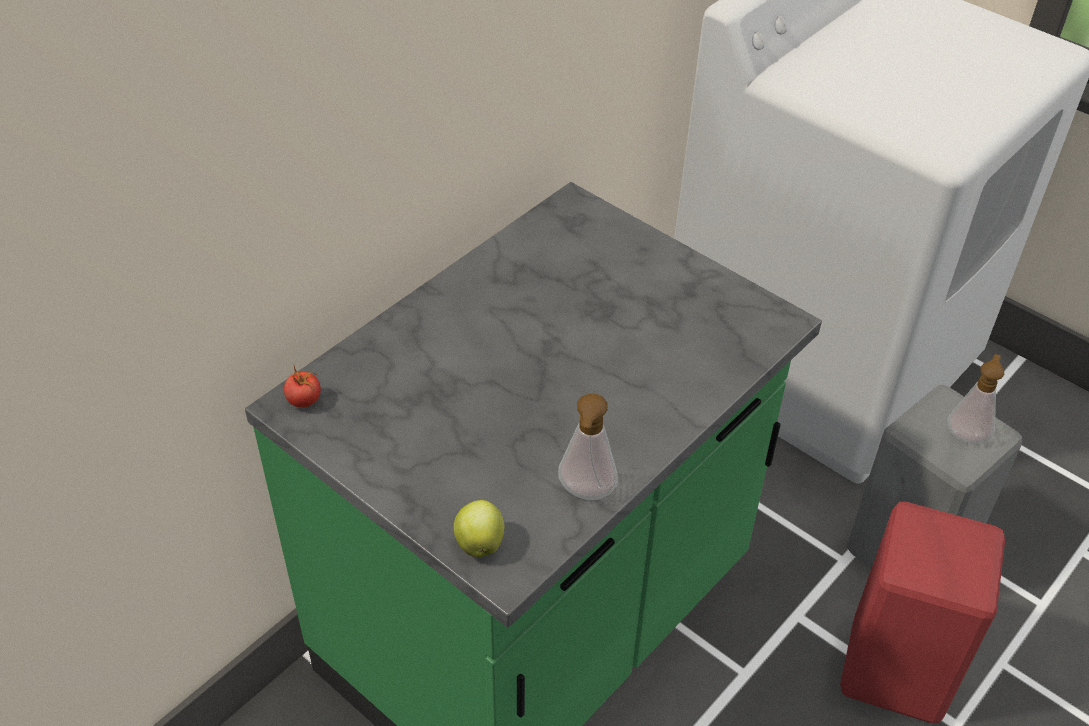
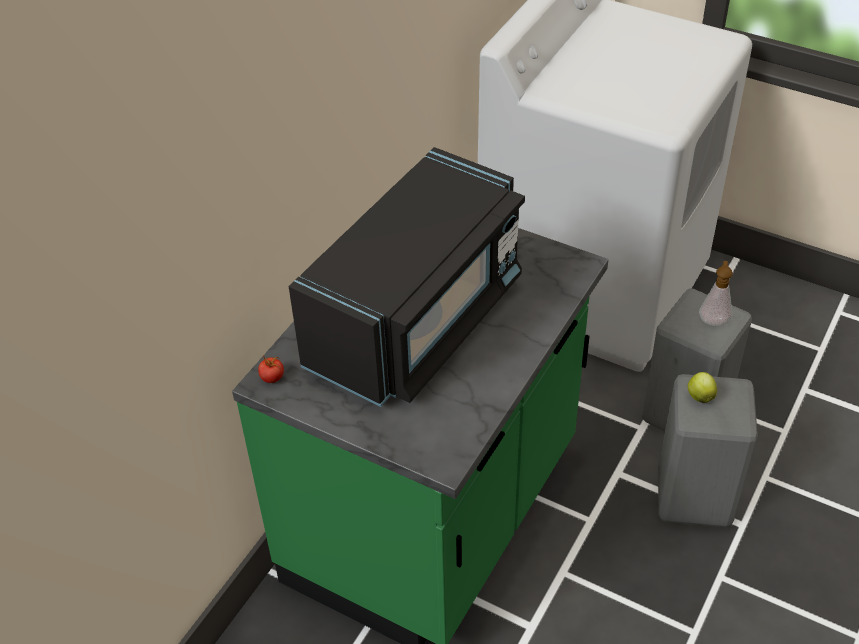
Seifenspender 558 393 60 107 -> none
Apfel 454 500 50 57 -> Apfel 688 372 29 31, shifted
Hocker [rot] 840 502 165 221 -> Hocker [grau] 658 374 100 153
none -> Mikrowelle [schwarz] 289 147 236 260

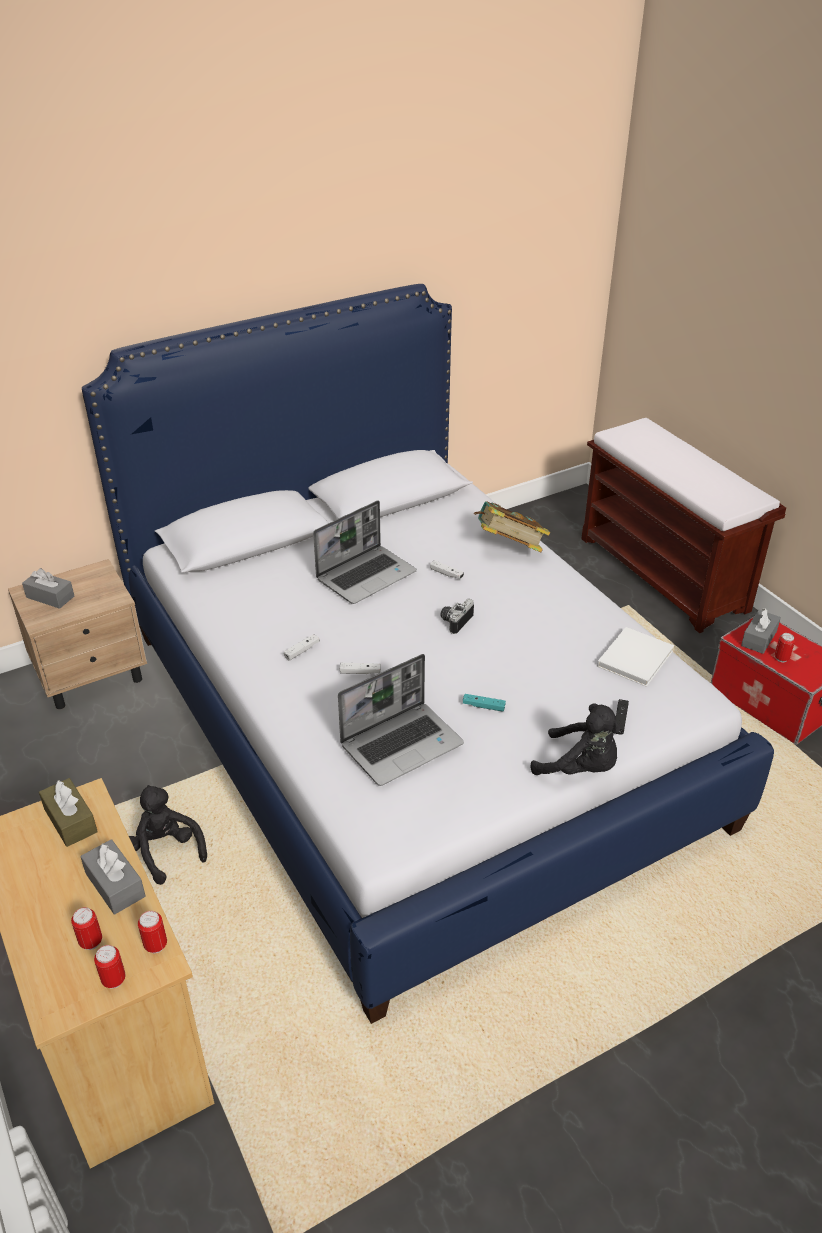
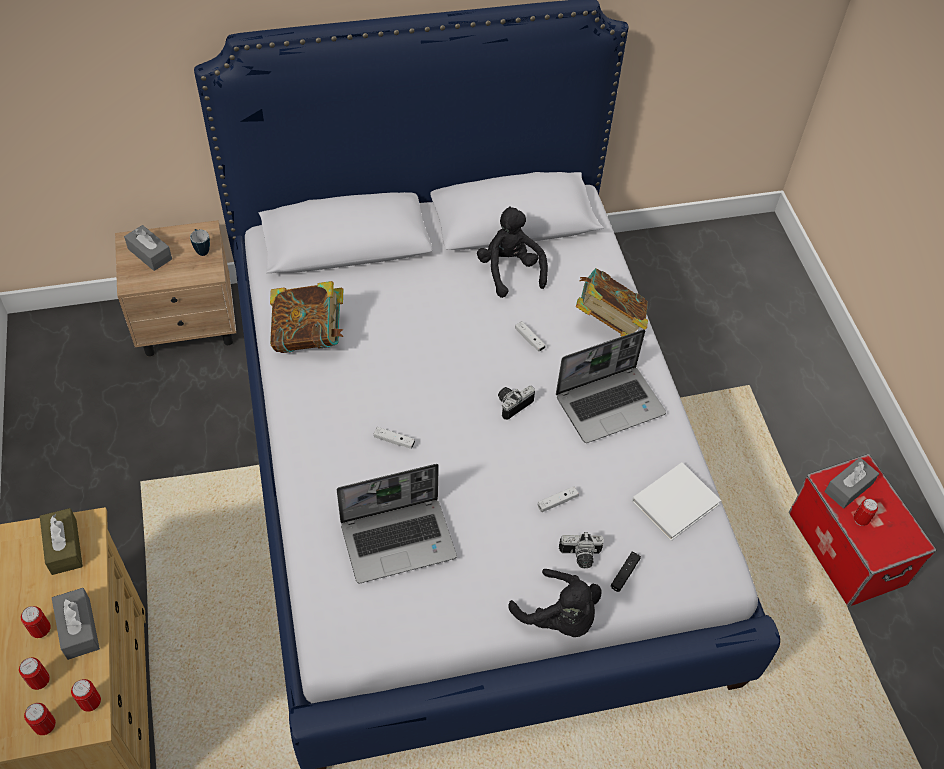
Bank [braun] 581 418 205 215 -> none
Laptop 313 500 104 104 -> Laptop 556 329 110 114, shifted
Gamepad [weiß] 284 634 36 27 -> Gamepad [weiß] 538 486 41 26, shifted
Gamepad [türkis] 463 694 43 18 -> none
Plüschtier [schwarz] 129 785 78 100 -> Plüschtier [schwarz] 477 206 71 92, shifted
none -> Henkelbecher 190 229 20 27
none -> Buch 270 281 74 72
none -> Kamera 559 532 45 36
none -> Dose 21 606 30 32

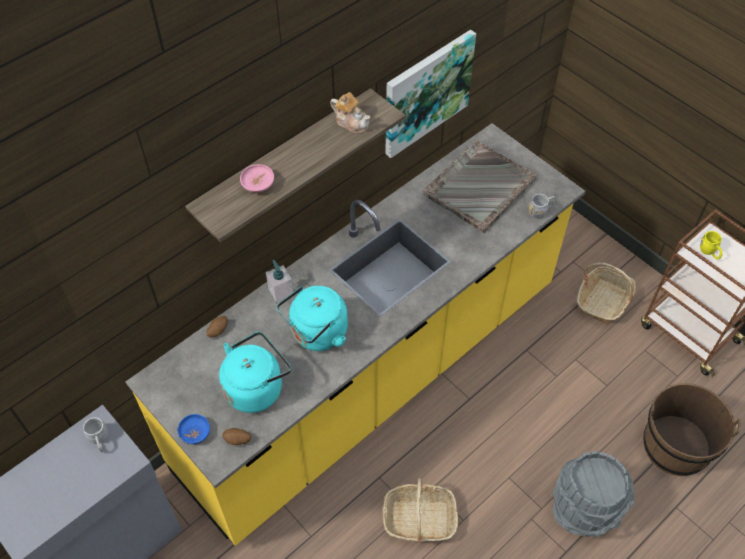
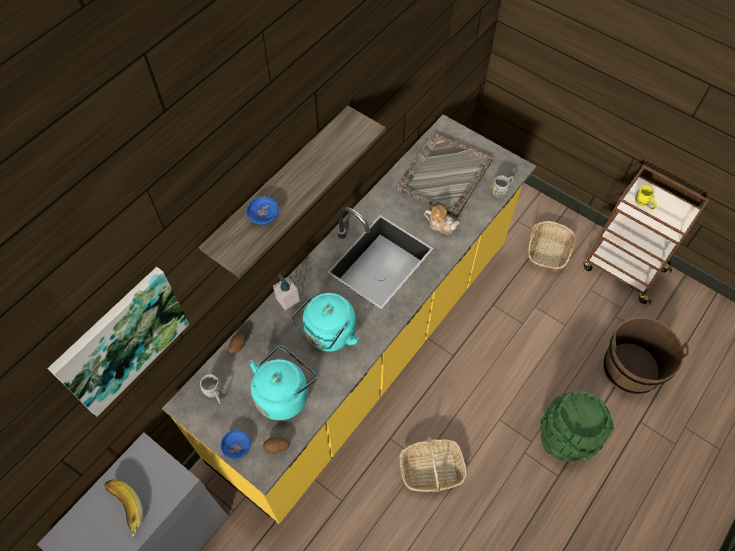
Bild 385 30 91 128 -> Bild 47 267 142 150, shifted
Teekanne 330 92 41 42 -> Teekanne 424 205 36 29, shifted
Schüssel [rosa] 240 164 34 29 -> Schüssel [blau] 246 196 33 29
Henkelbecher [grau] 83 417 25 35 -> Henkelbecher [grau] 200 374 21 30, shifted
Eimer [grau] 552 451 83 86 -> Eimer [grün] 540 391 74 71
none -> Banane 104 479 39 58

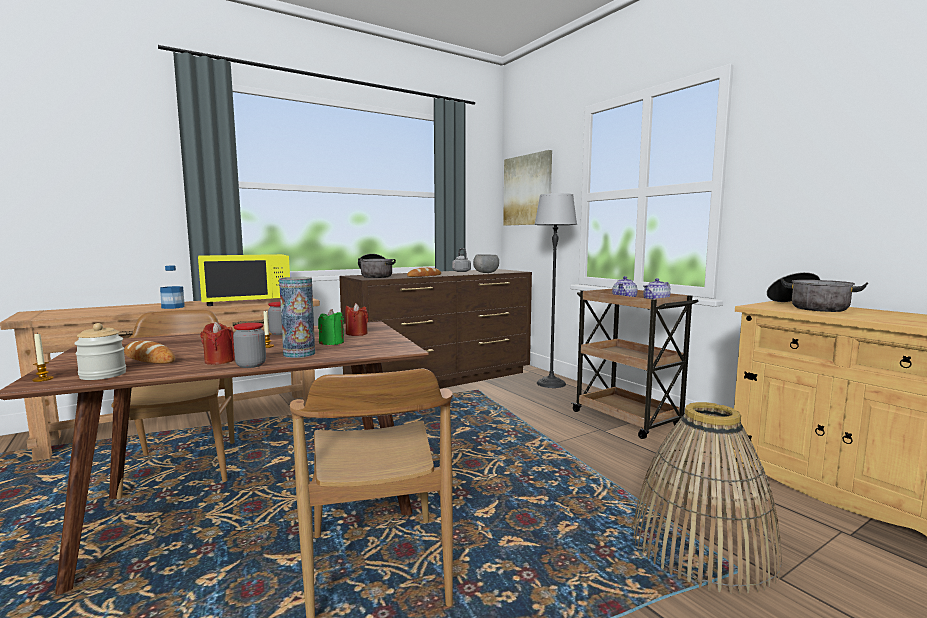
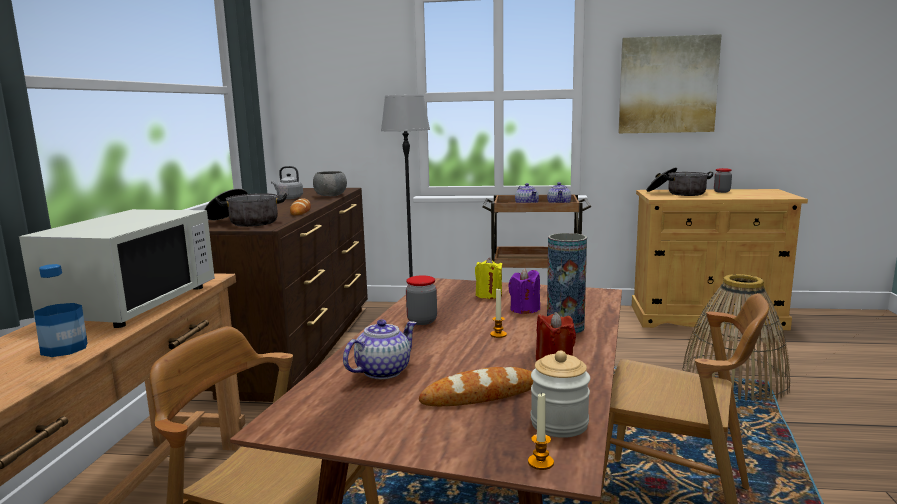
Bild 503 150 49 76 -> Bild 619 34 103 99, shifted
Mikrowelle [gelb] 198 254 92 52 -> Mikrowelle [weiß] 19 209 196 119
Kerze [rot] 345 303 23 33 -> Kerze [gelb] 475 258 28 41
Kerze [grün] 318 309 26 36 -> Kerze [lila] 508 268 32 46
Vorratsglas 233 323 33 45 -> Vorratsglas 714 168 18 25, shifted
none -> Teekanne 343 319 74 60

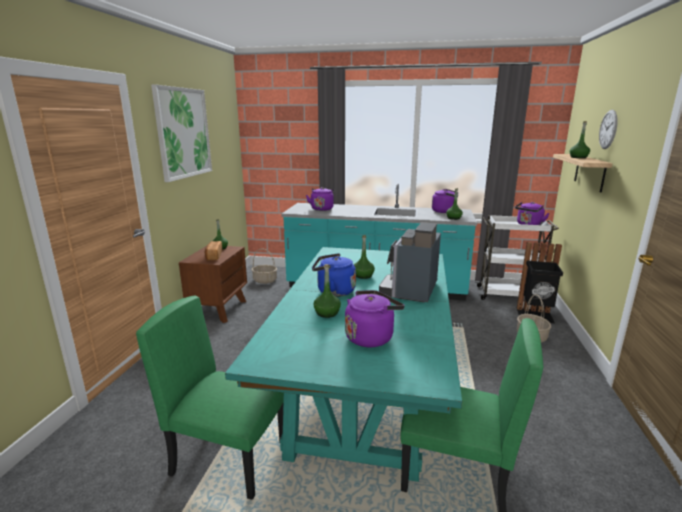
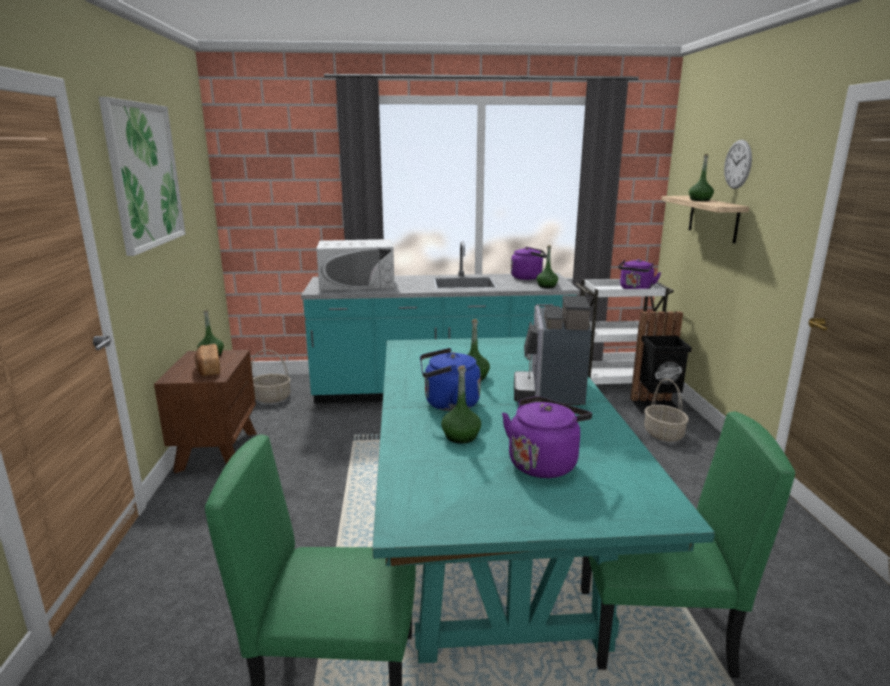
Wasserkessel [lila] 306 187 28 24 -> Mikrowelle [weiß] 316 239 79 52

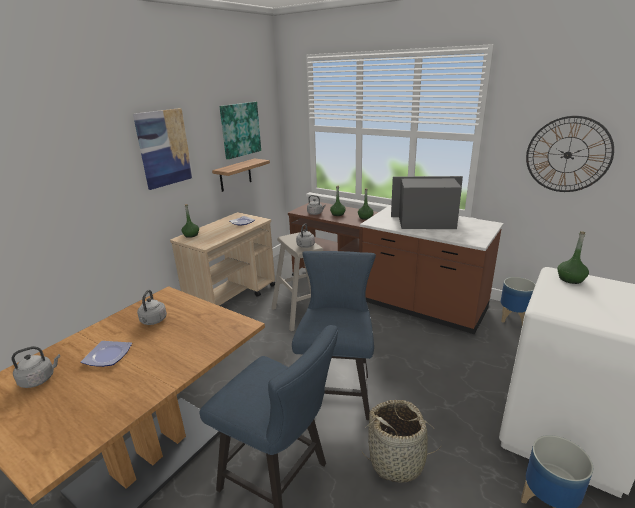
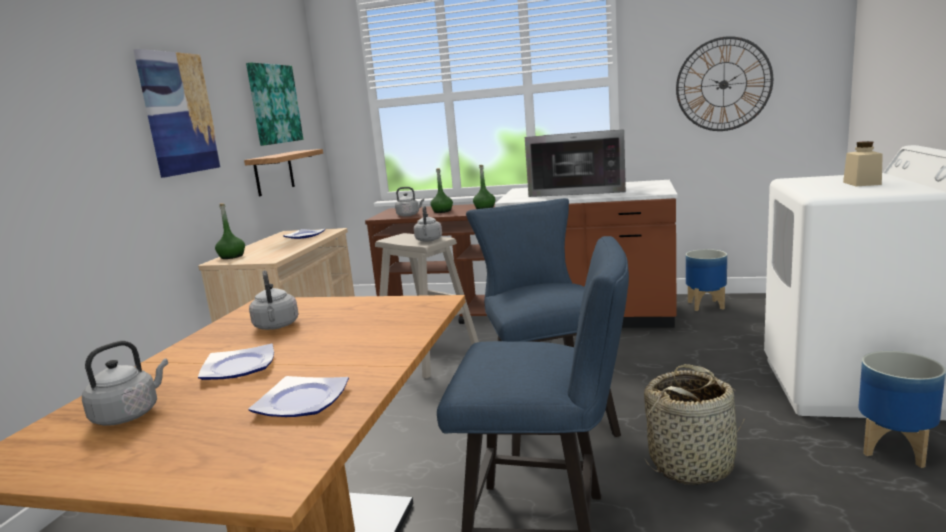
Mikrowelle 391 176 72 53 -> Mikrowelle 525 129 101 68, 150 degrees counterclockwise
Flasche [grün] 557 231 32 53 -> none
none -> Vorratsglas [beige] 843 141 40 45
none -> Teller 248 376 101 41

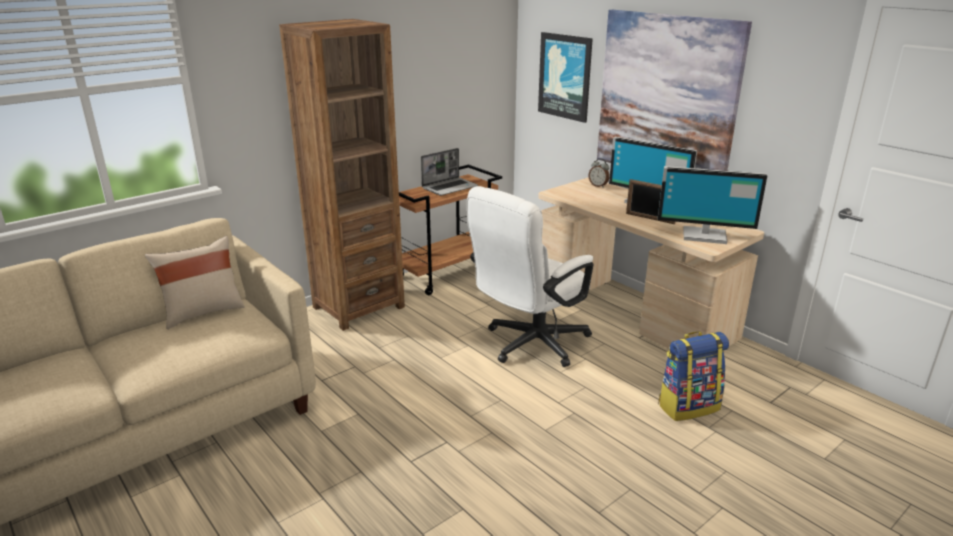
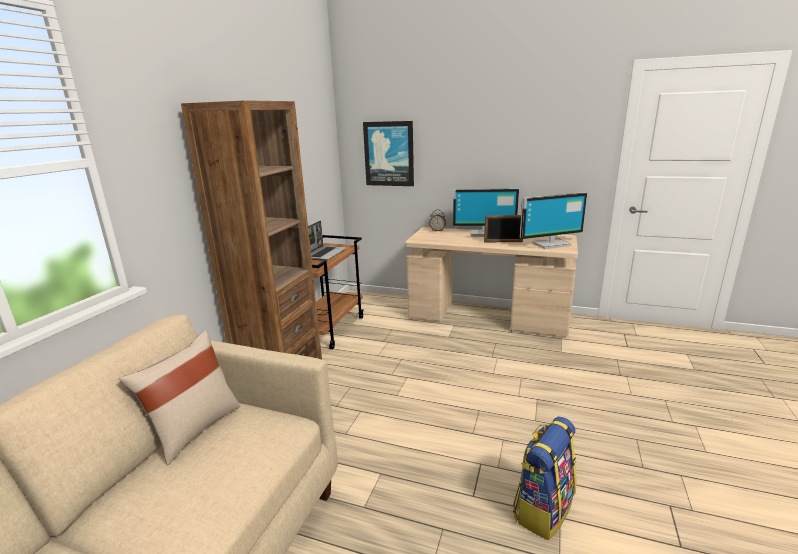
Bild 597 10 155 161 -> none
Bürostuhl [weiß] 467 186 126 181 -> none
Rucksack 658 331 71 90 -> Rucksack 513 417 64 123, shifted

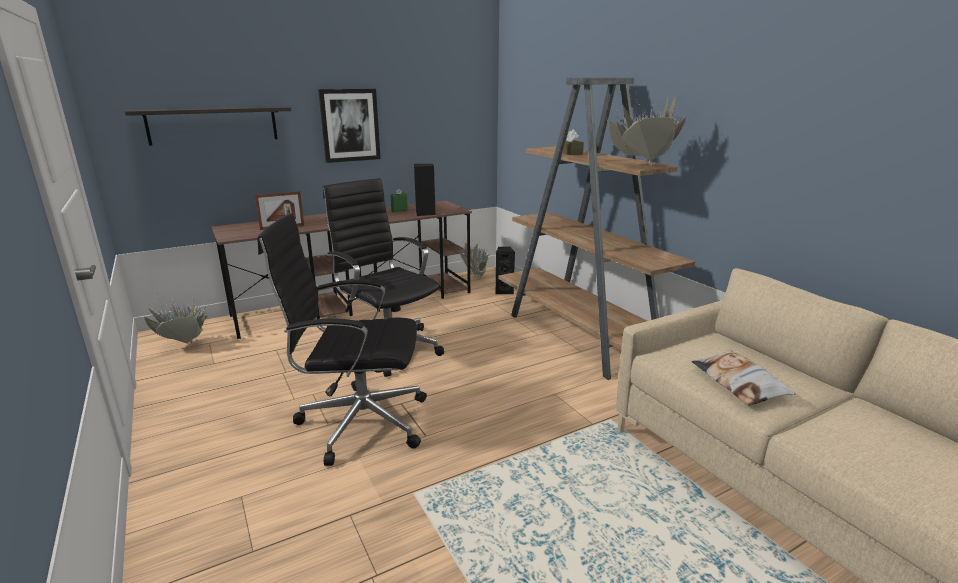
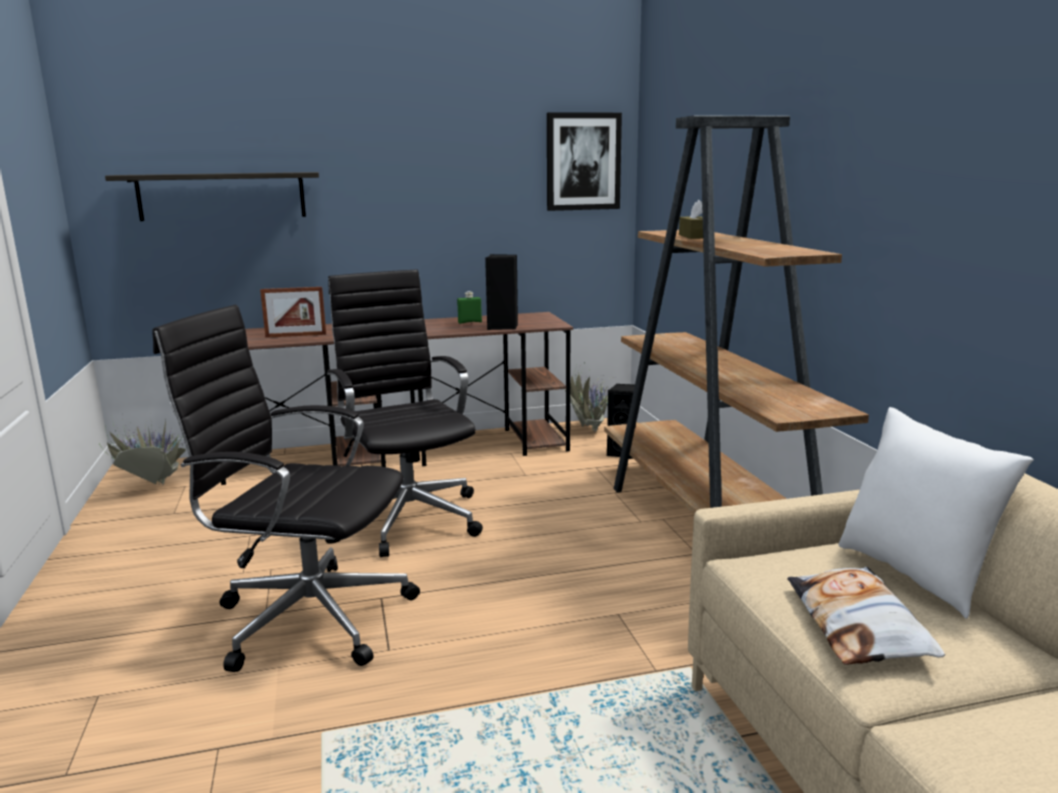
Bild 318 89 63 74 -> Bild 547 112 75 99, shifted
Topfpflanze 606 93 83 73 -> none
none -> Kissen [weiß] 838 407 196 212

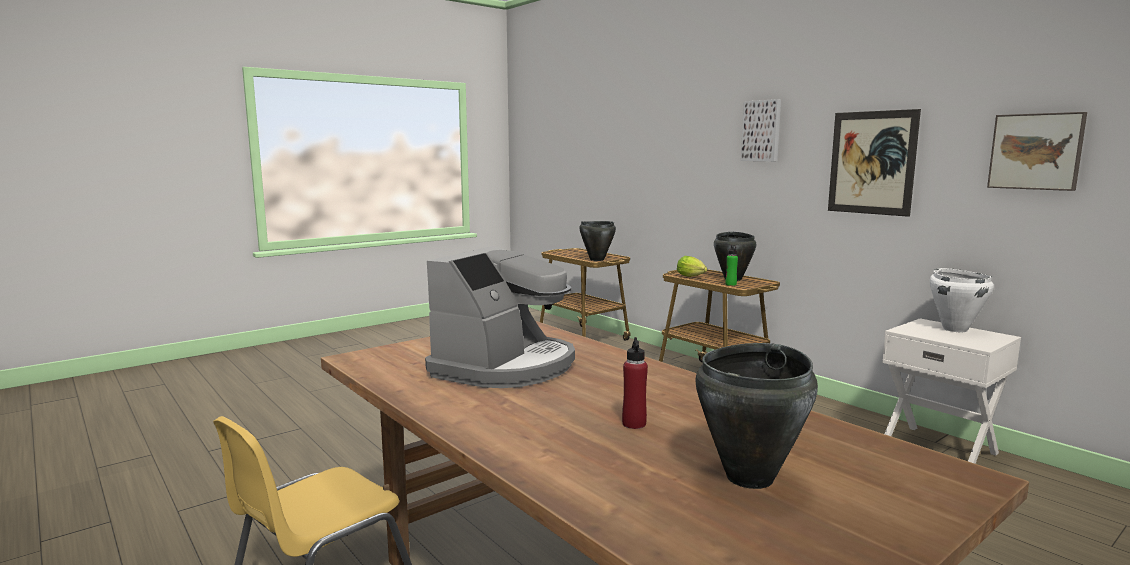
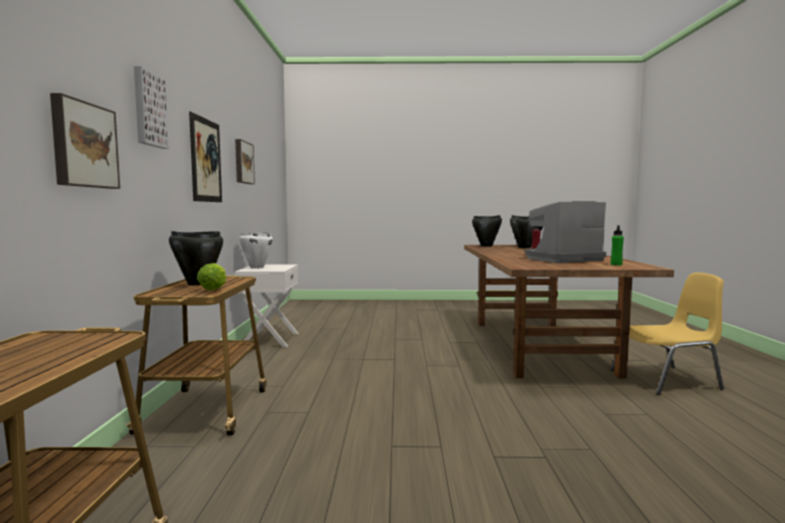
Kochtopf [schwarz] 579 221 37 40 -> Kochtopf [schwarz] 472 215 30 32, shifted
Flasche [grün] 726 245 12 41 -> Flasche [grün] 611 225 13 41, shifted
none -> Bild 50 93 70 96

